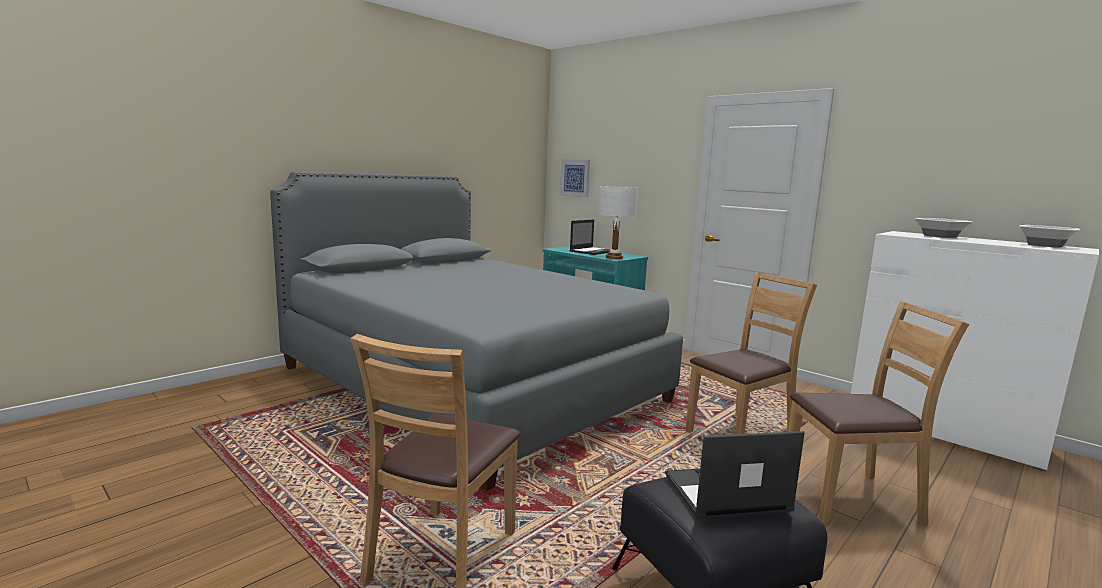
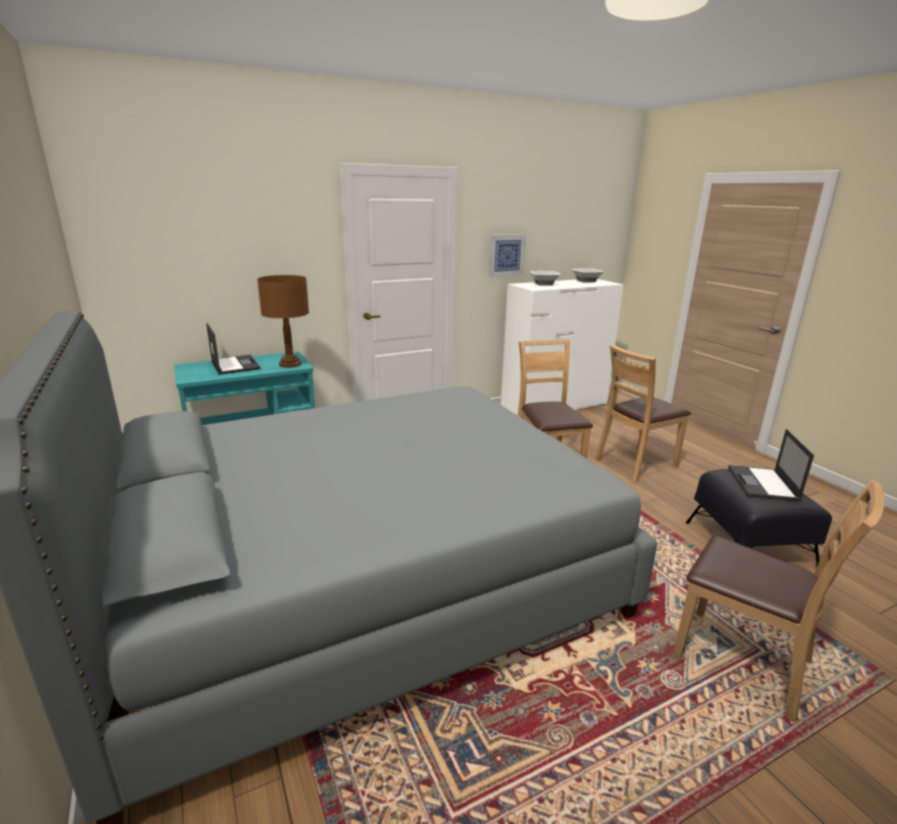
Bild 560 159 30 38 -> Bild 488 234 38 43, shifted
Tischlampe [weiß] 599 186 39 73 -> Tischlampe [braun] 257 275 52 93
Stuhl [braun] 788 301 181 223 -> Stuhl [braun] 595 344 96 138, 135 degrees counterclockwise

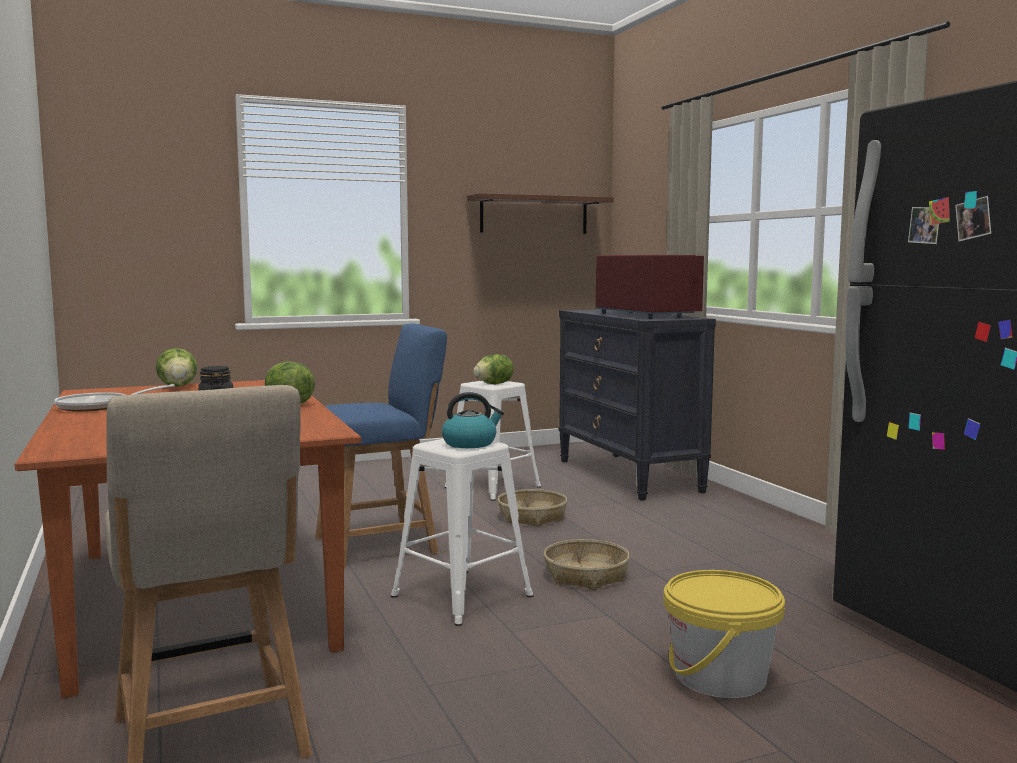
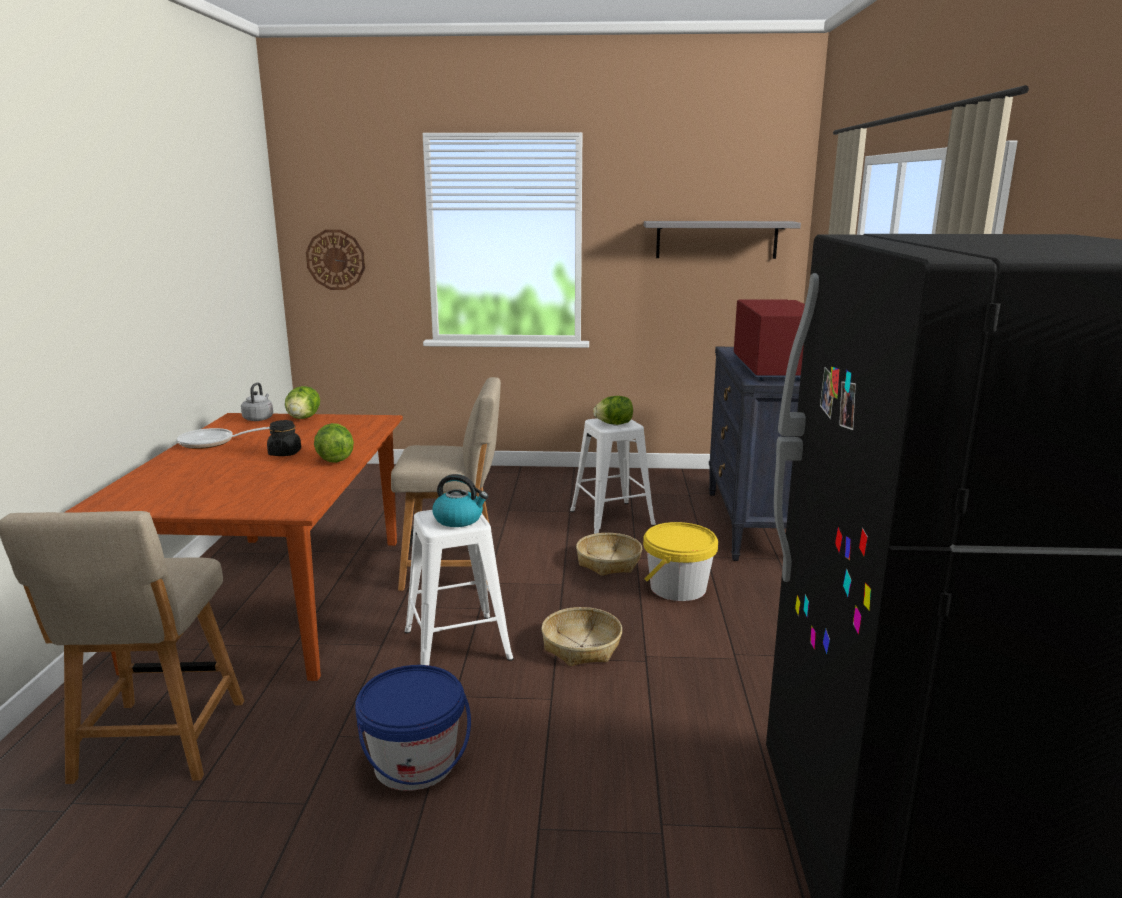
Wandregal [braun] 467 193 147 41 -> Wandregal [grau] 644 221 157 38
Stuhl [blau] 315 324 132 244 -> Stuhl [beige] 391 377 110 214
Eimer [gelb] 663 570 122 128 -> Eimer [gelb] 643 522 75 79, shifted
none -> Wanduhr 306 230 59 60
none -> Wasserkessel [grau] 241 382 32 39
none -> Eimer [blau] 355 665 116 126

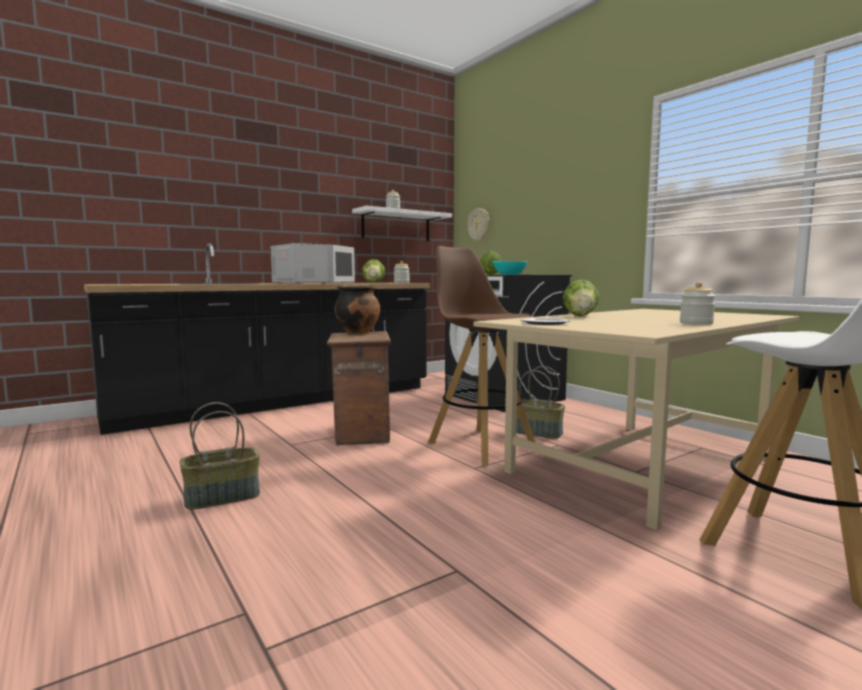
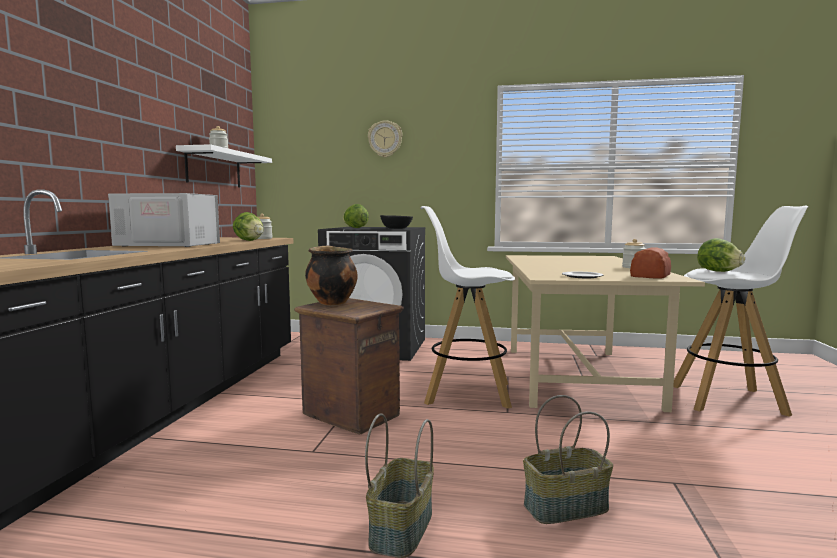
Wanduhr 467 208 22 34 -> Wanduhr 368 120 35 38, shifted
Hocker [braun] 428 246 107 220 -> Hocker [weiß] 421 206 95 203
Schüssel [türkis] 493 261 34 14 -> Schüssel [schwarz] 380 215 33 14
Salatkopf 562 279 37 37 -> Salatkopf 697 238 48 34, shifted
Korb 516 366 49 73 -> Korb 523 395 90 129, shifted
none -> Brot 630 247 41 32

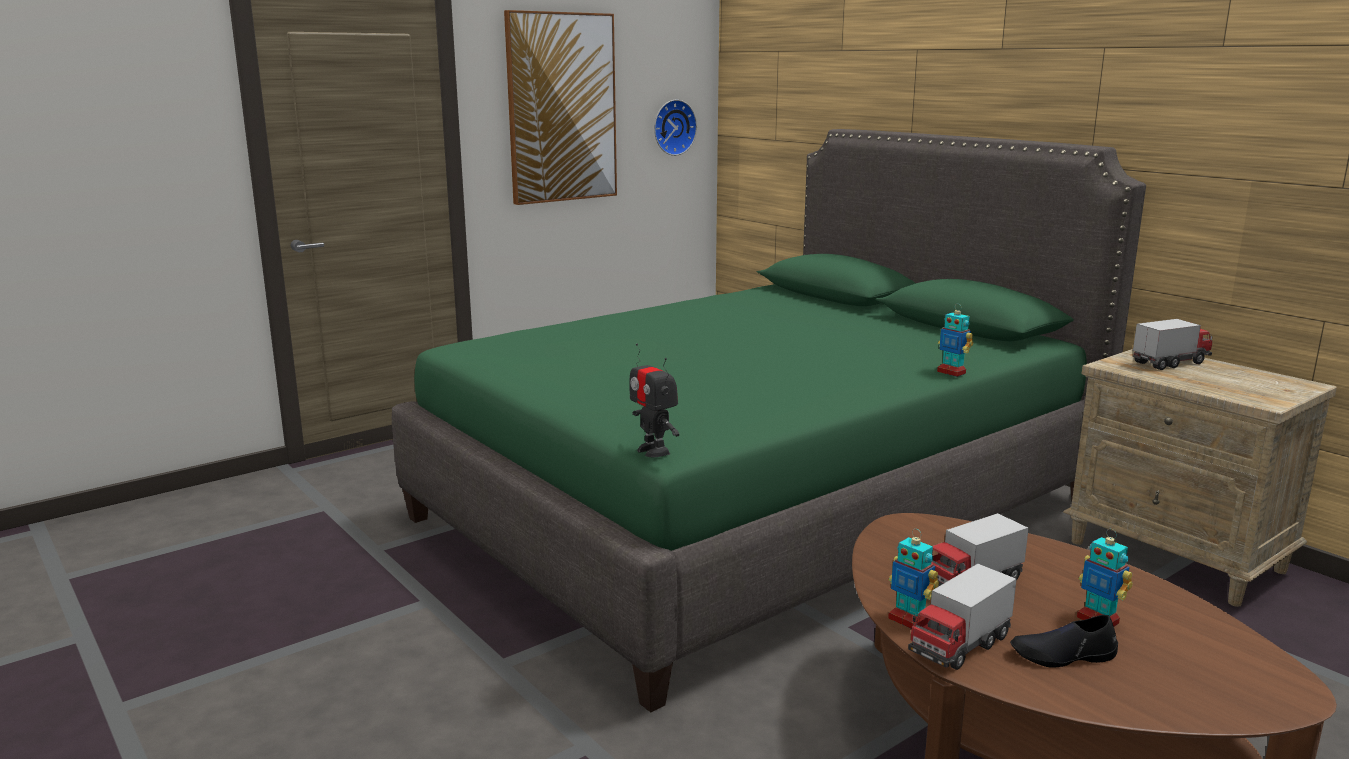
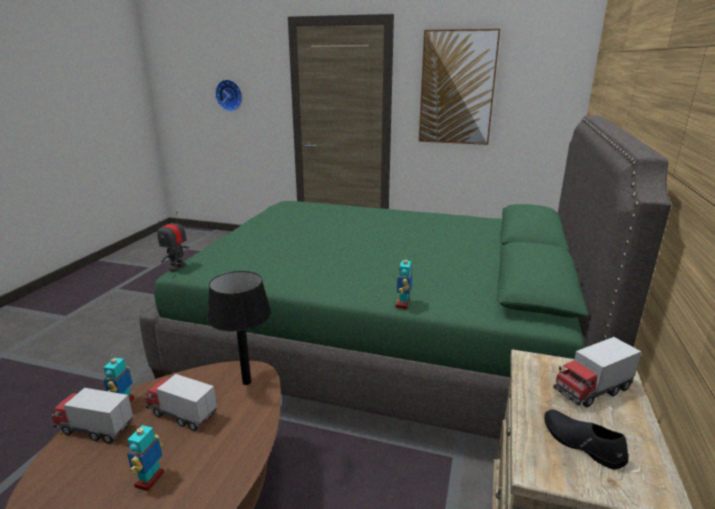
Wanduhr 654 99 43 57 -> Wanduhr 215 79 27 33, shifted
Spielzeuglaster 1133 319 80 51 -> Spielzeuglaster 553 337 89 70, 120 degrees clockwise
Schuh [schwarz] 1010 615 108 53 -> Schuh [schwarz] 544 410 85 60, shifted
none -> Tischlampe [schwarz] 207 271 64 114

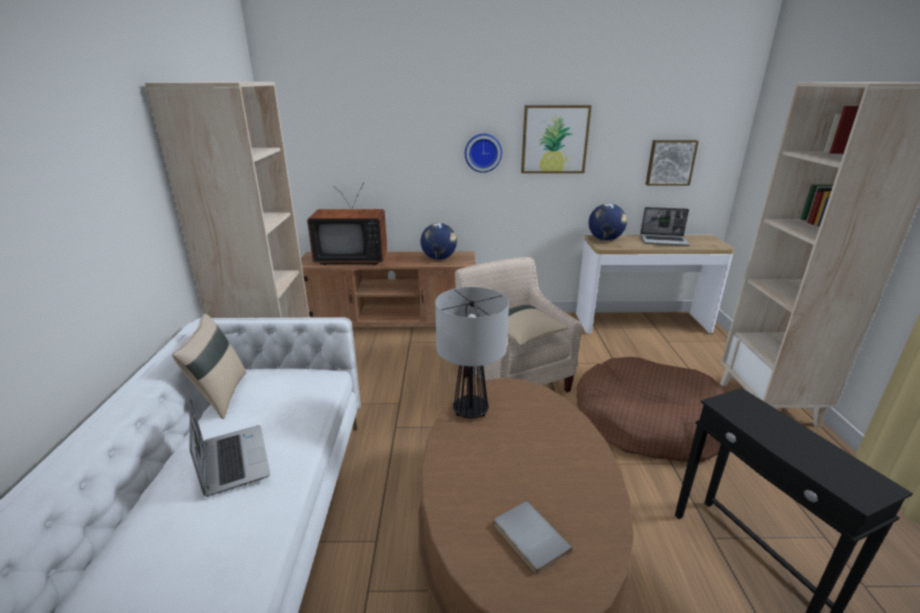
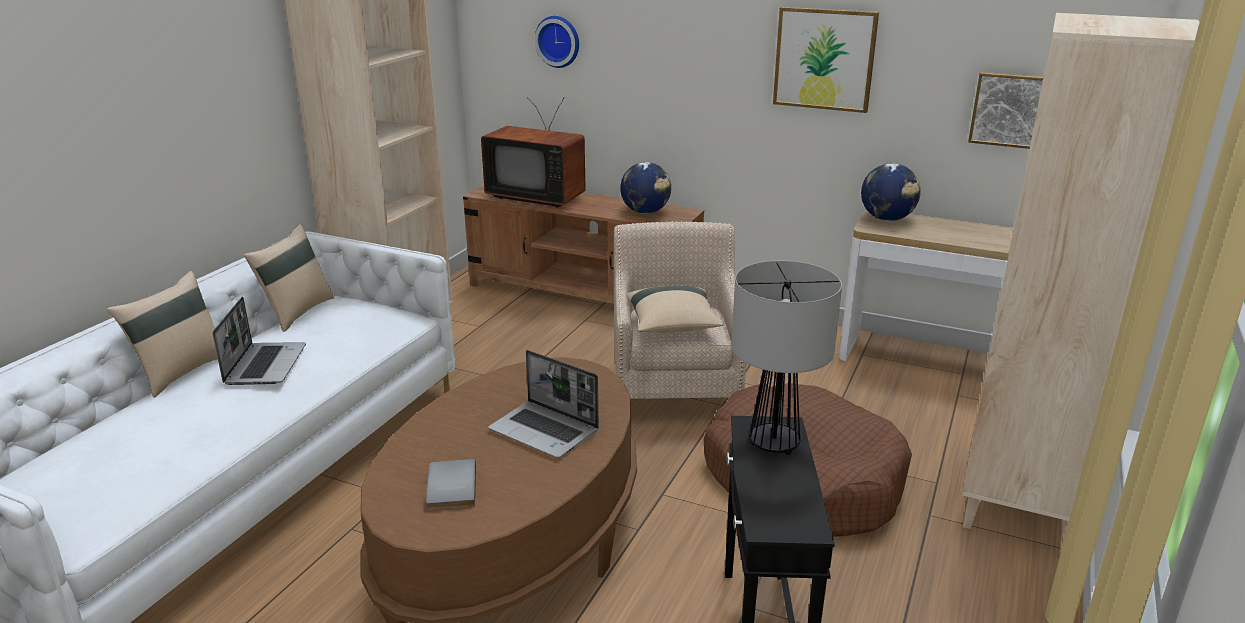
Wanduhr 465 134 37 39 -> Wanduhr 534 16 45 52, shifted
Laptop 640 207 50 39 -> Laptop 488 350 111 108, shifted
Tischlampe 435 287 74 131 -> Tischlampe 731 261 111 194, shifted
none -> Kissen [beige] 106 271 112 126

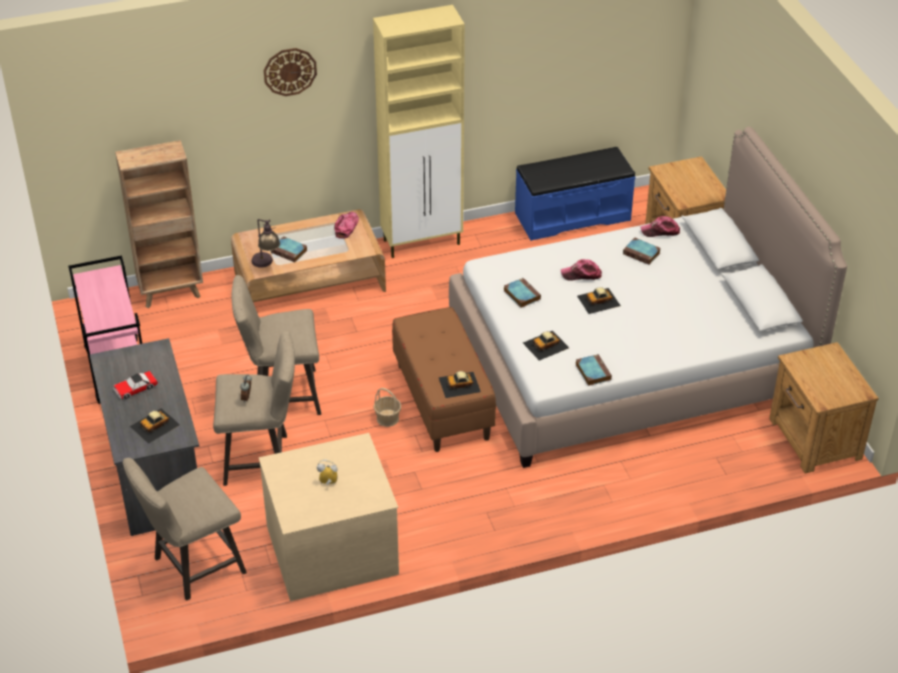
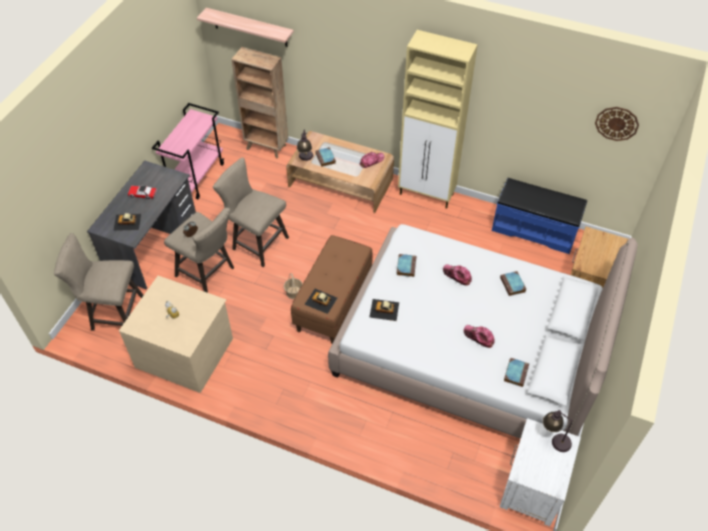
Wanduhr 264 48 53 48 -> Wanduhr 595 107 44 34, shifted
Kappe 640 216 40 21 -> Kappe 464 325 31 23, shifted
Spielzeugauto 577 287 44 27 -> none
Nachttisch [braun] 769 342 110 132 -> Nachttisch [weiß] 500 418 81 108
Buch 576 354 36 32 -> Buch 504 358 25 29, shifted
none -> Wandregal 197 8 97 39
none -> Tischlampe 543 410 30 42

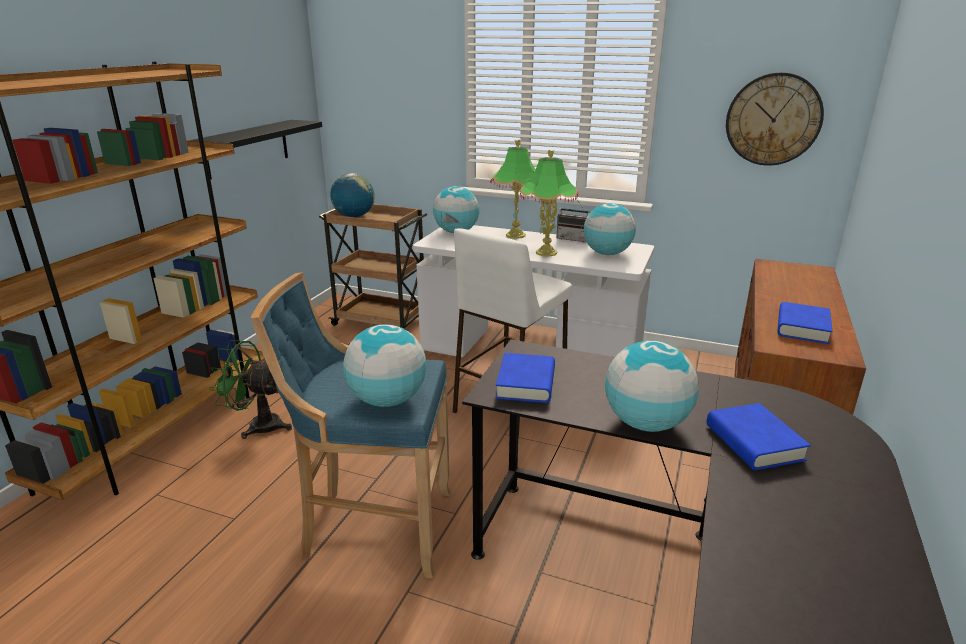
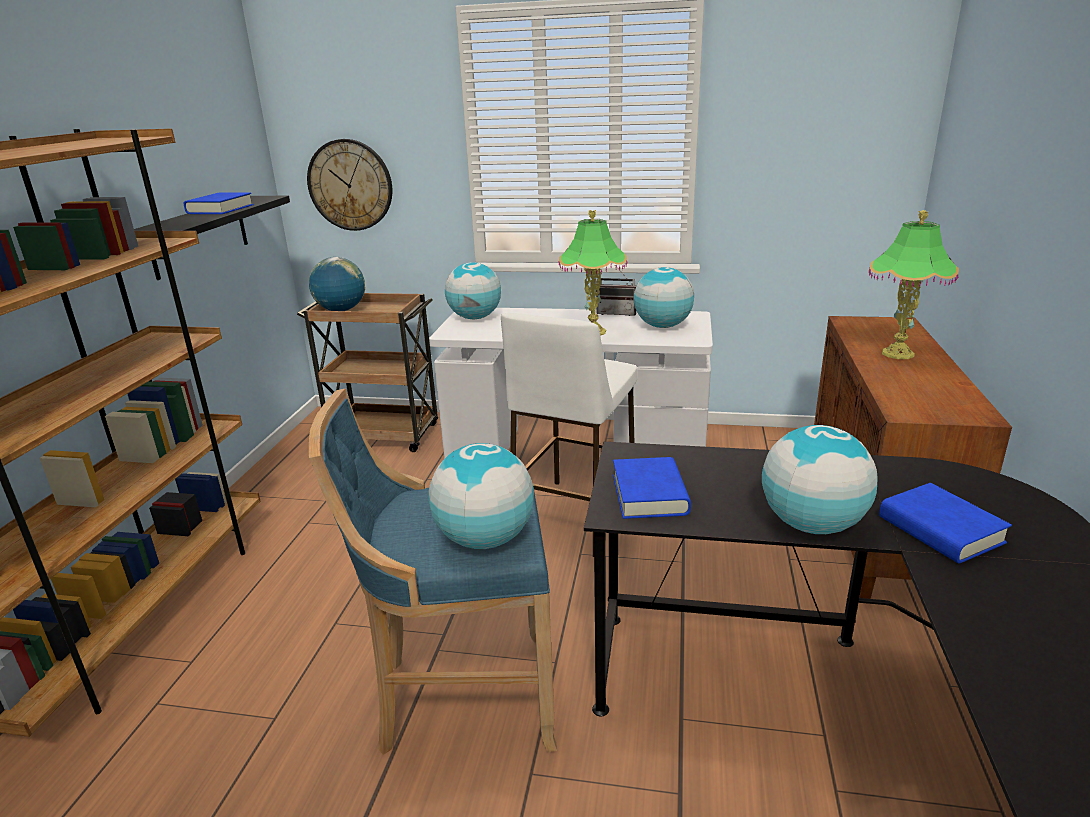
Wanduhr 726 72 98 94 -> Wanduhr 307 139 85 92, shifted
Tischlampe 490 140 46 99 -> Tischlampe 869 210 90 149, shifted
Buch [blau] 777 302 55 42 -> Buch [blau] 184 192 70 22, shifted
Ventilator [grün] 209 340 83 99 -> none

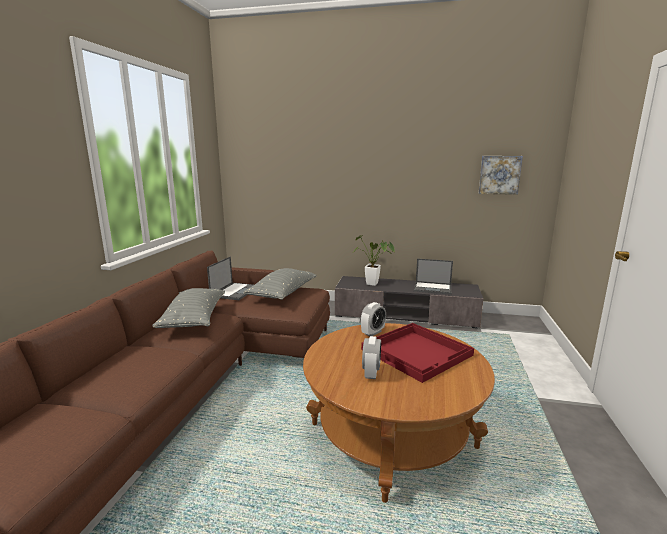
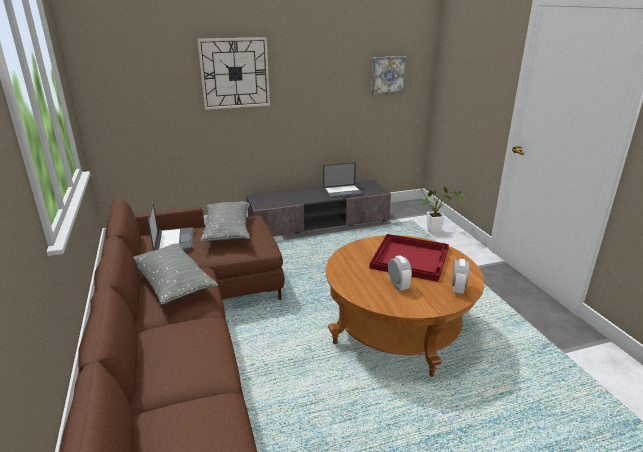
Topfpflanze 354 235 41 51 -> Topfpflanze 415 185 50 49, shifted
Wecker 361 302 25 34 -> Wecker 452 259 17 36, shifted
none -> Wanduhr 197 37 73 73

